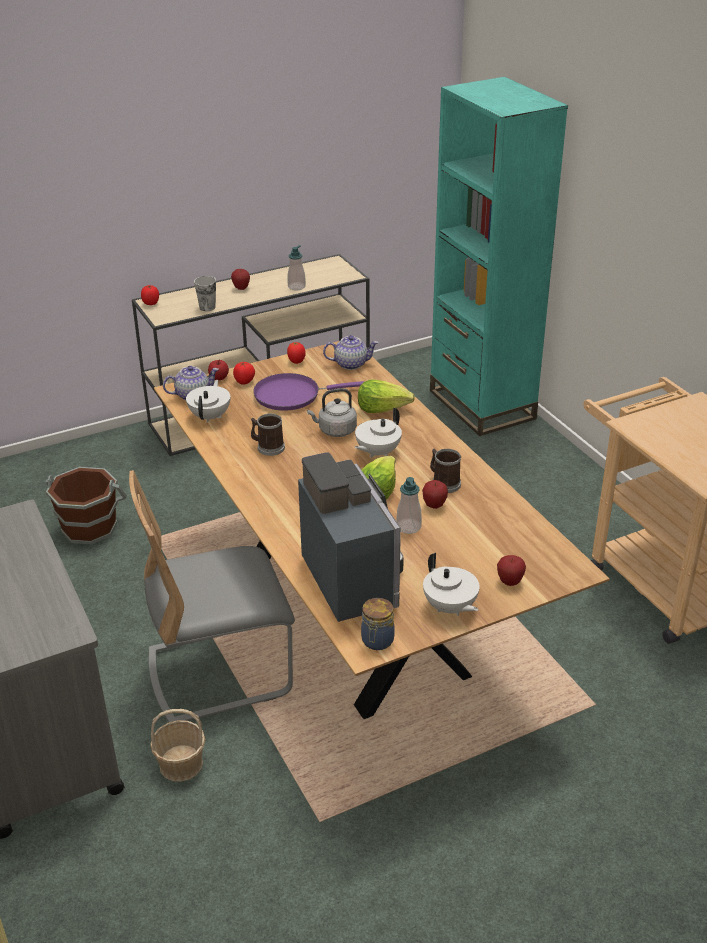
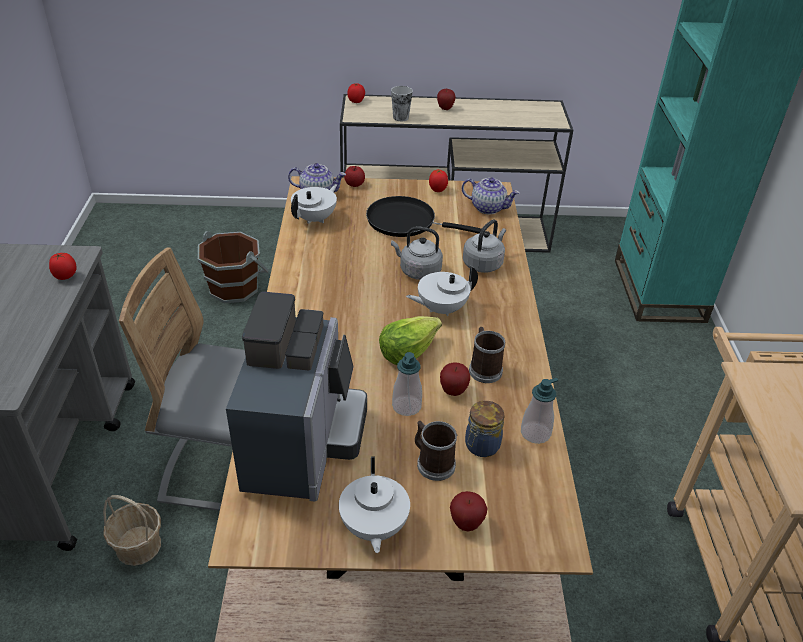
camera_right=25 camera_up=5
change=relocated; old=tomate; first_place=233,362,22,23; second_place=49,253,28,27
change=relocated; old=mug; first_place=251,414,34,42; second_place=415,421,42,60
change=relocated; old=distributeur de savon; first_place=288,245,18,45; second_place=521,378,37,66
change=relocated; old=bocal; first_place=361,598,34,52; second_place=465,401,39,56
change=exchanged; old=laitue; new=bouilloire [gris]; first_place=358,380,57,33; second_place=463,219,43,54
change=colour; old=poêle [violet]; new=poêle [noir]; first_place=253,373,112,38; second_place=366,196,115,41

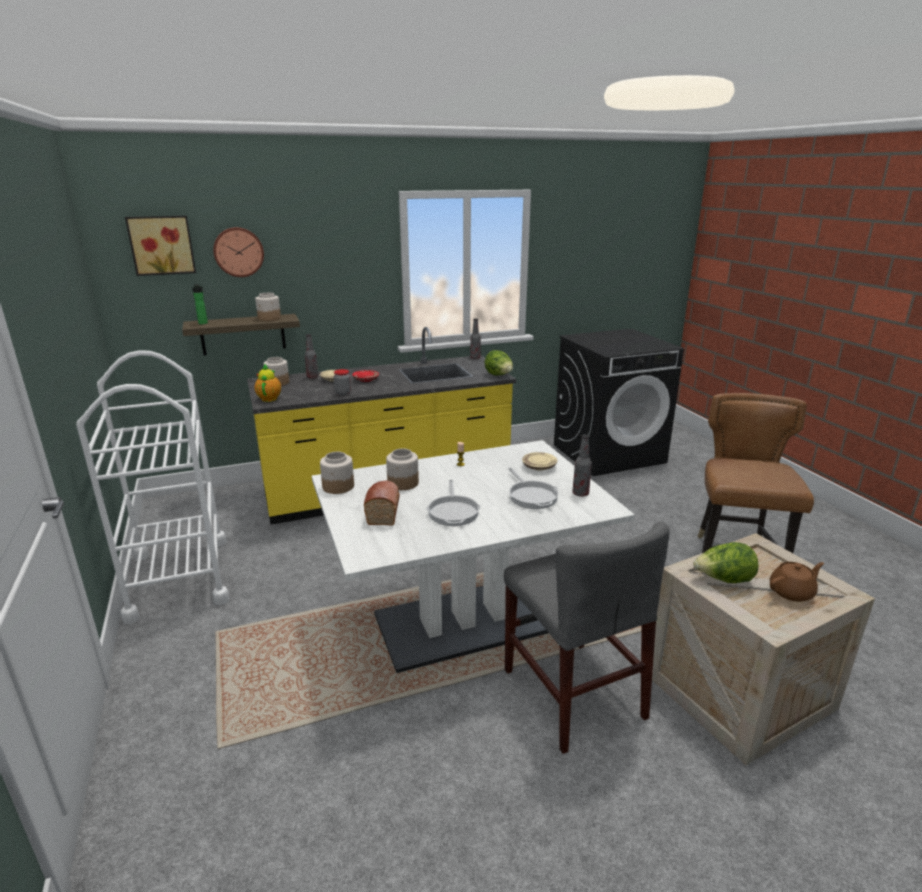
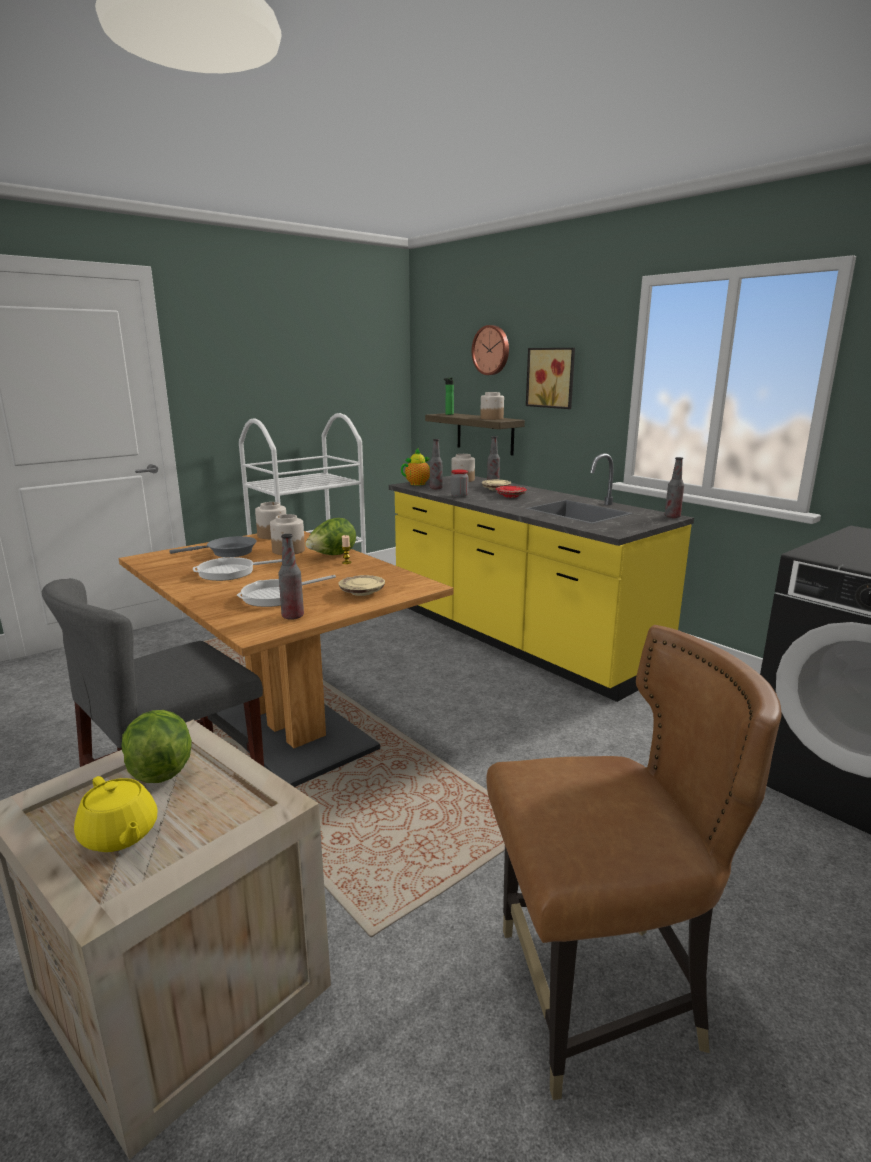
camera_right=70 camera_up=-5
change=appeared; new=bouteille; second_place=430,439,12,50
change=relocated; old=tableau; first_place=125,216,71,60; second_place=526,348,49,61
change=relocated; old=laitue; first_place=485,350,28,25; second_place=305,518,51,37
change=exchanged; old=pain; new=poêle [gris]; first_place=364,481,36,44; second_place=169,536,88,21
change=colour; old=table à manger [blanc]; new=table à manger [marron]; first_place=312,440,323,233; second_place=118,531,336,256
change=colour; old=théière [marron]; new=théière [jaune]; first_place=770,562,54,40; second_place=74,776,84,76

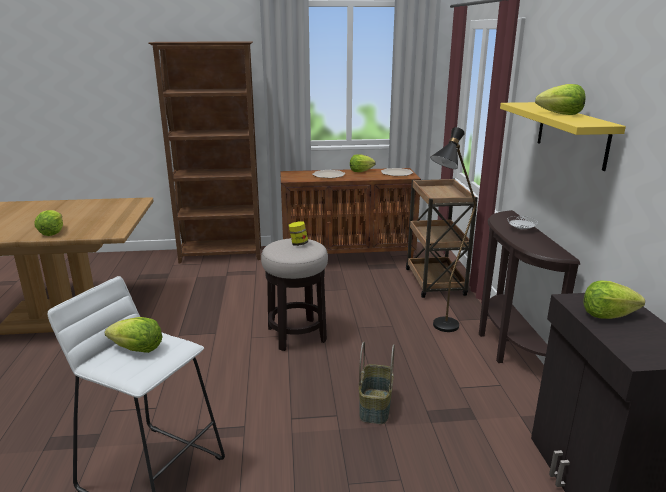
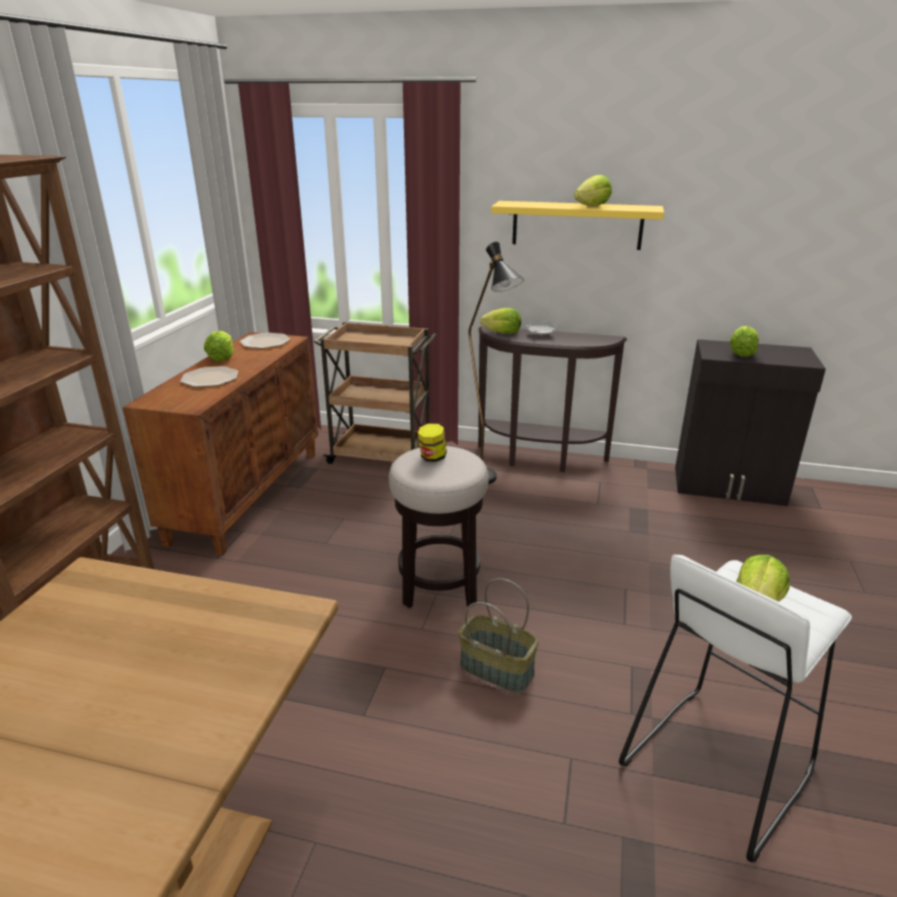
camera_right=-70 camera_up=5
change=relocated; old=laitue; first_place=35,210,28,26; second_place=480,308,41,26
change=relocated; old=panier; first_place=359,341,35,83; second_place=459,578,80,115

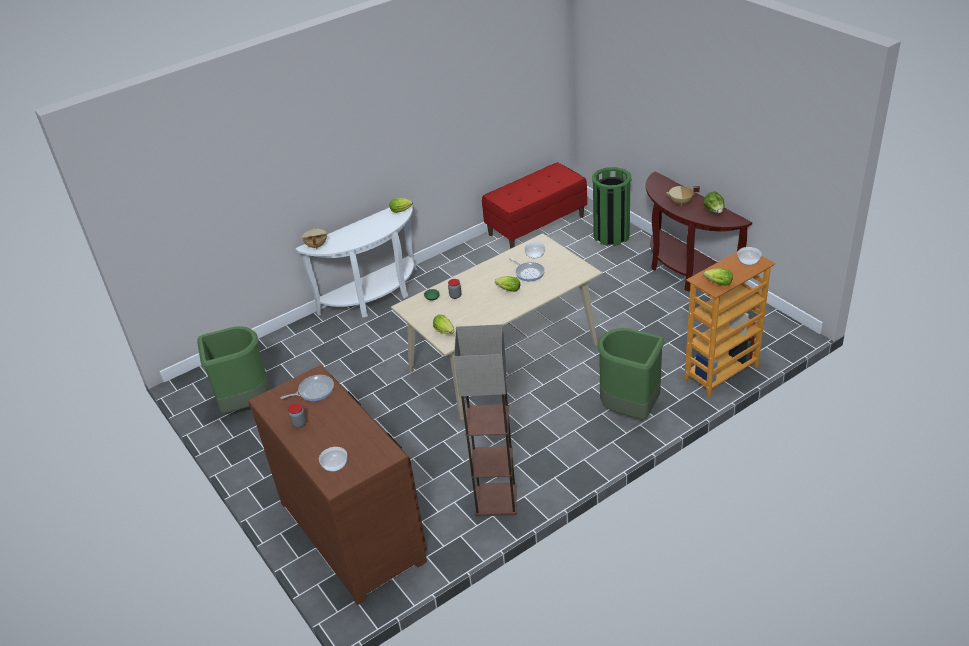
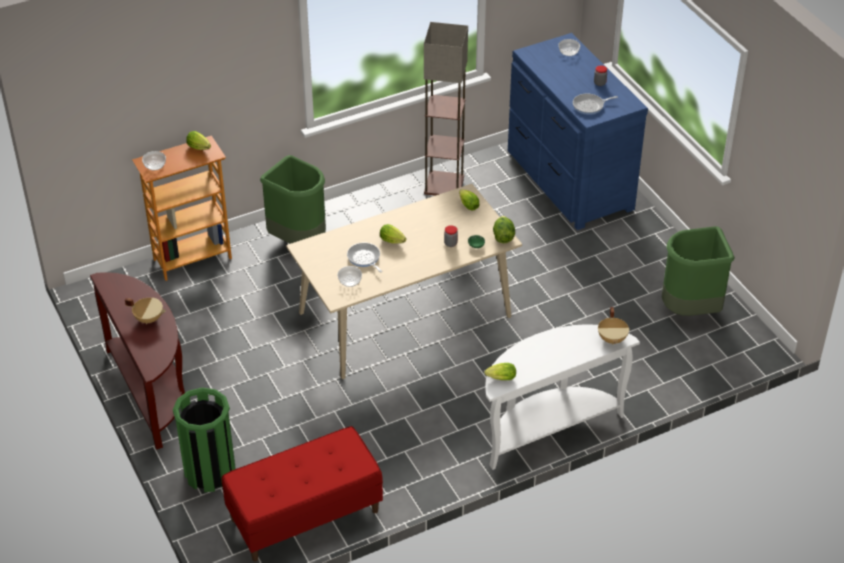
camera_right=-175 camera_up=5
change=relocated; old=laitue; first_place=704,191,21,22; second_place=493,216,22,27
change=colour; old=commode [marron]; new=commode [bleu]; first_place=248,365,179,240; second_place=508,33,140,197

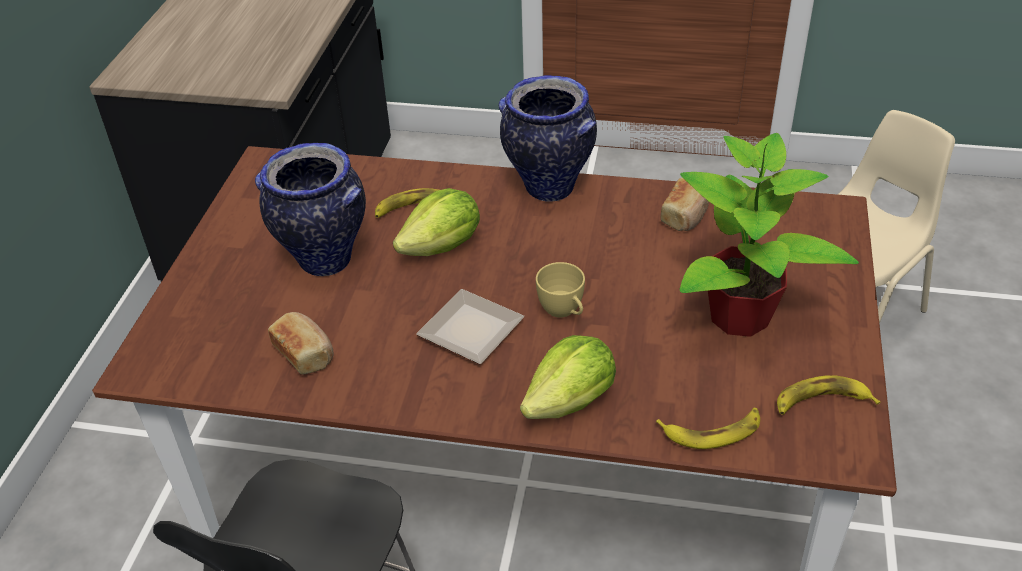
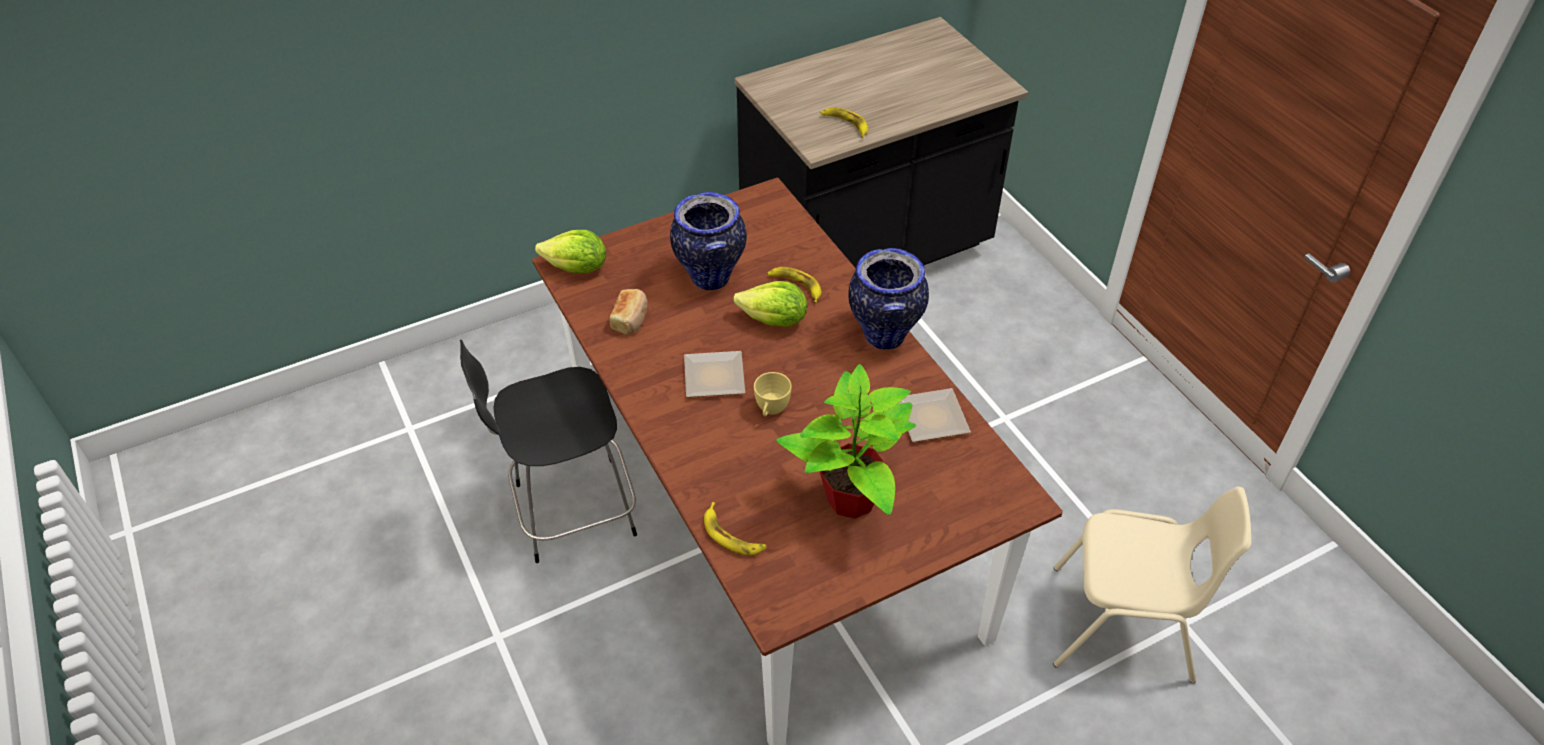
camera_right=50 camera_up=5
change=relocated; old=laitue; first_place=520,335,96,84; second_place=535,230,71,43
change=relocated; old=banane; first_place=777,375,104,40; second_place=820,107,48,31
change=exchanged; old=pain; new=assiette; first_place=661,178,48,53; second_place=898,388,73,54

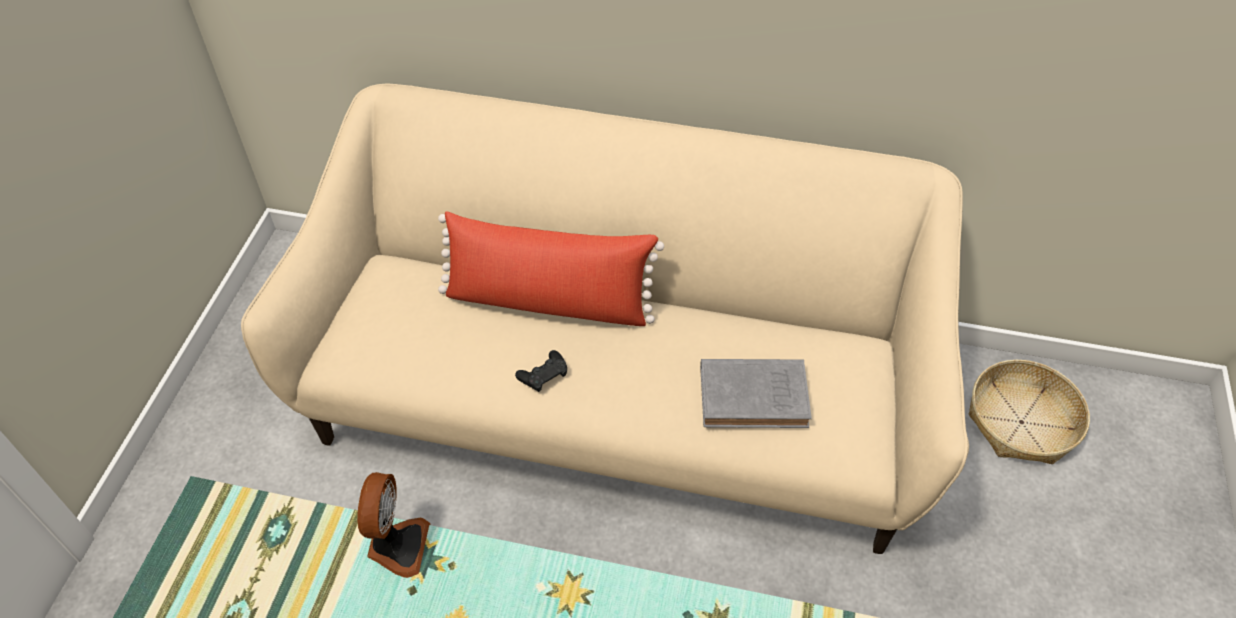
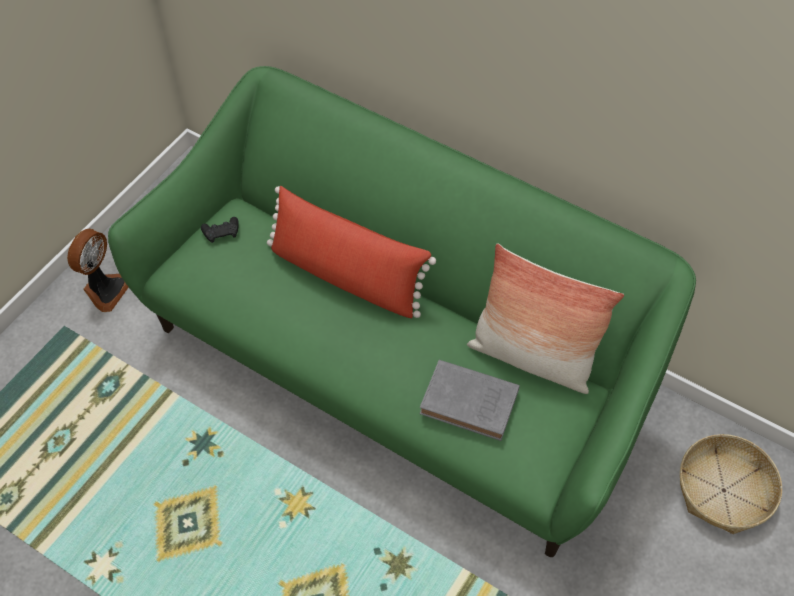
camera_right=20 camera_up=5
change=appeared; new=coussin; second_place=467,243,157,151
change=relocated; old=ventilateur; first_place=357,472,74,106; second_place=67,229,62,83
change=relocated; old=manette [noir]; first_place=515,350,52,42; second_place=201,217,38,26
change=colour; old=canapé [beige]; new=canapé [vert]; first_place=241,83,728,471; second_place=108,66,588,491

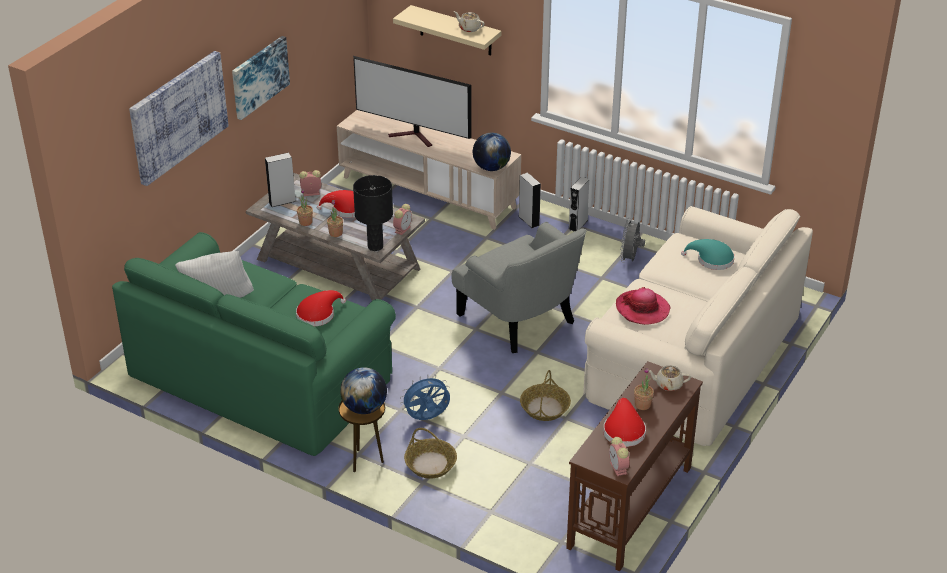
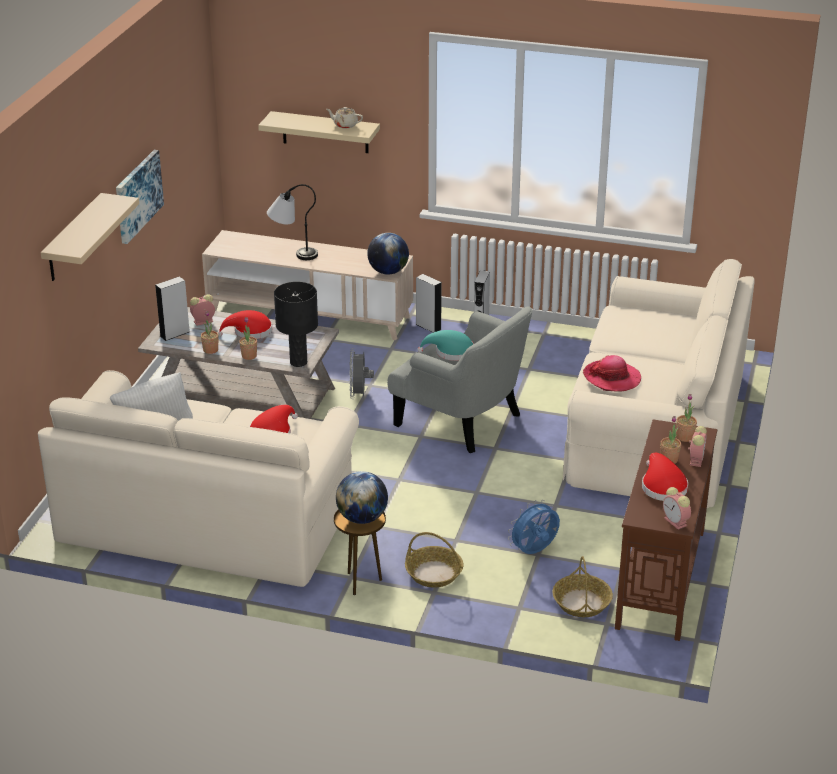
camera_right=-15 camera_up=-5
change=relocated; old=réveil; first_place=393,204,19,31; second_place=688,426,19,41
change=relocated; old=ventilateur [bleu]; first_place=400,375,50,45; second_place=508,500,52,54
change=relocated; old=panier; first_place=520,370,51,51; second_place=553,556,60,61
change=relocated; old=ventilateur [gris]; first_place=620,219,25,44; second_place=349,348,25,51
change=relocated; old=chapeau [turquoise]; first_place=681,239,54,31; second_place=417,330,57,31
change=exchanged; old=tableau; new=étagère [beige]; first_place=129,51,100,135; second_place=41,193,98,88
change=exchanged; old=téléviseur; new=lampe de table; first_place=353,56,119,91; second_place=267,184,51,76
change=exchanged; old=théière [beige]; new=plante en pot; first_place=649,365,42,26; second_place=676,394,21,48
change=colour; old=canapé [vert]; new=canapé [beige]; first_place=112,232,284,224; second_place=38,370,321,217

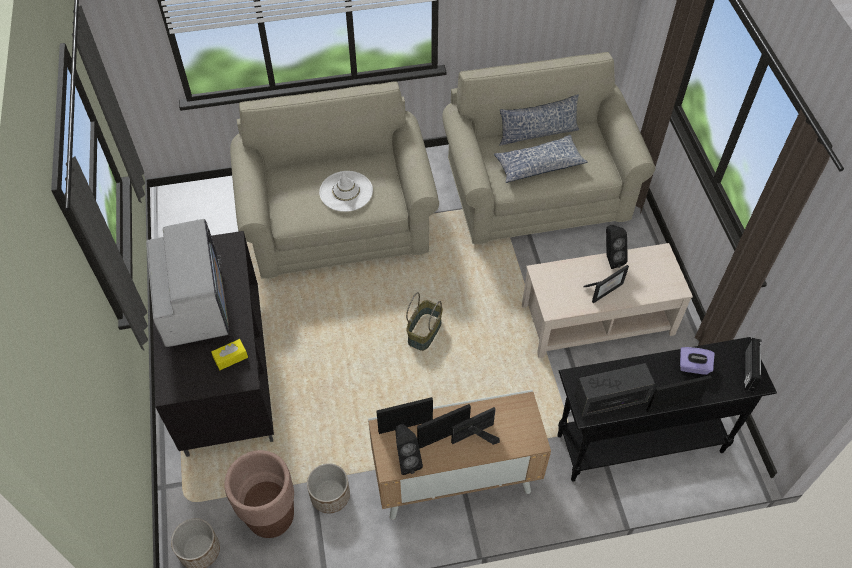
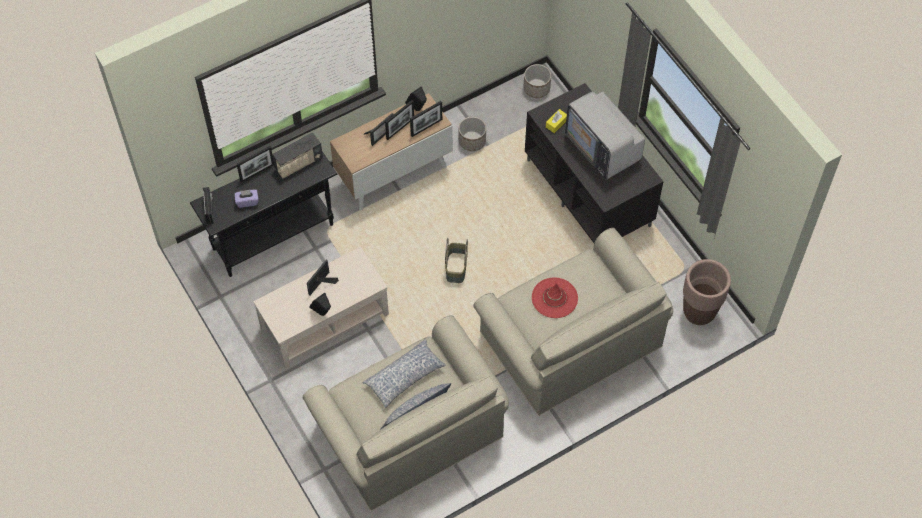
camera_right=160 camera_up=5
change=relocated; old=cache-pot [marron]; first_place=224,450,70,88; second_place=683,259,48,66
change=colour; old=chapeau [blanc]; new=chapeau [rouge]; first_place=319,171,54,41; second_place=532,277,46,41

